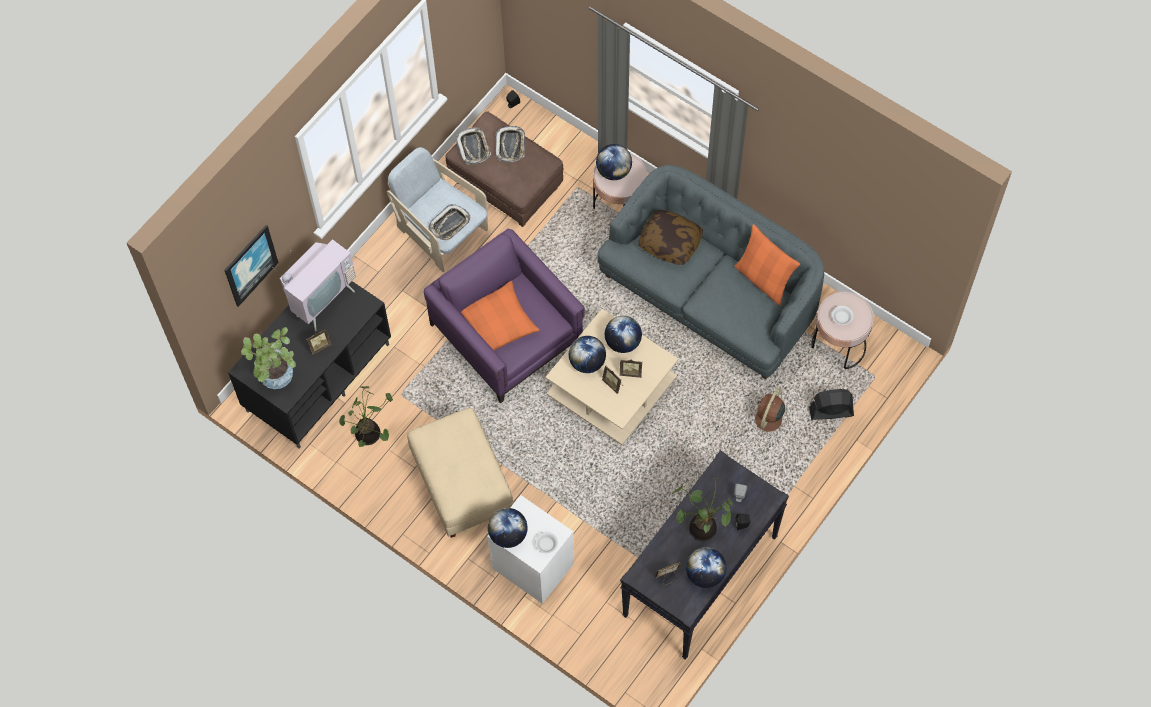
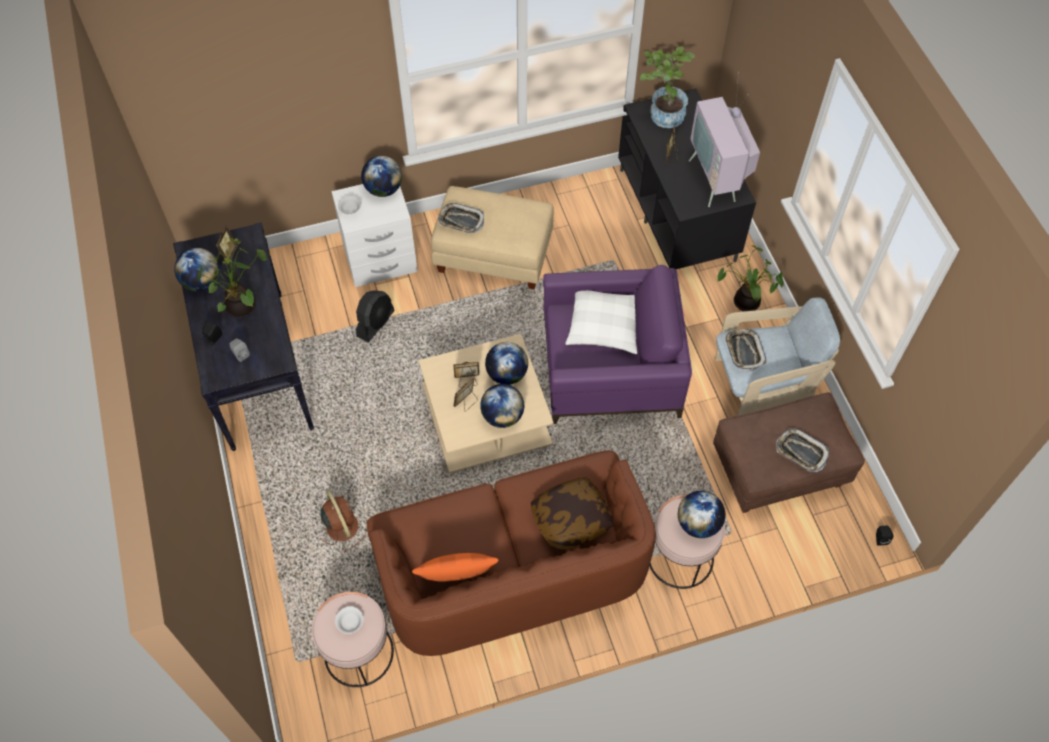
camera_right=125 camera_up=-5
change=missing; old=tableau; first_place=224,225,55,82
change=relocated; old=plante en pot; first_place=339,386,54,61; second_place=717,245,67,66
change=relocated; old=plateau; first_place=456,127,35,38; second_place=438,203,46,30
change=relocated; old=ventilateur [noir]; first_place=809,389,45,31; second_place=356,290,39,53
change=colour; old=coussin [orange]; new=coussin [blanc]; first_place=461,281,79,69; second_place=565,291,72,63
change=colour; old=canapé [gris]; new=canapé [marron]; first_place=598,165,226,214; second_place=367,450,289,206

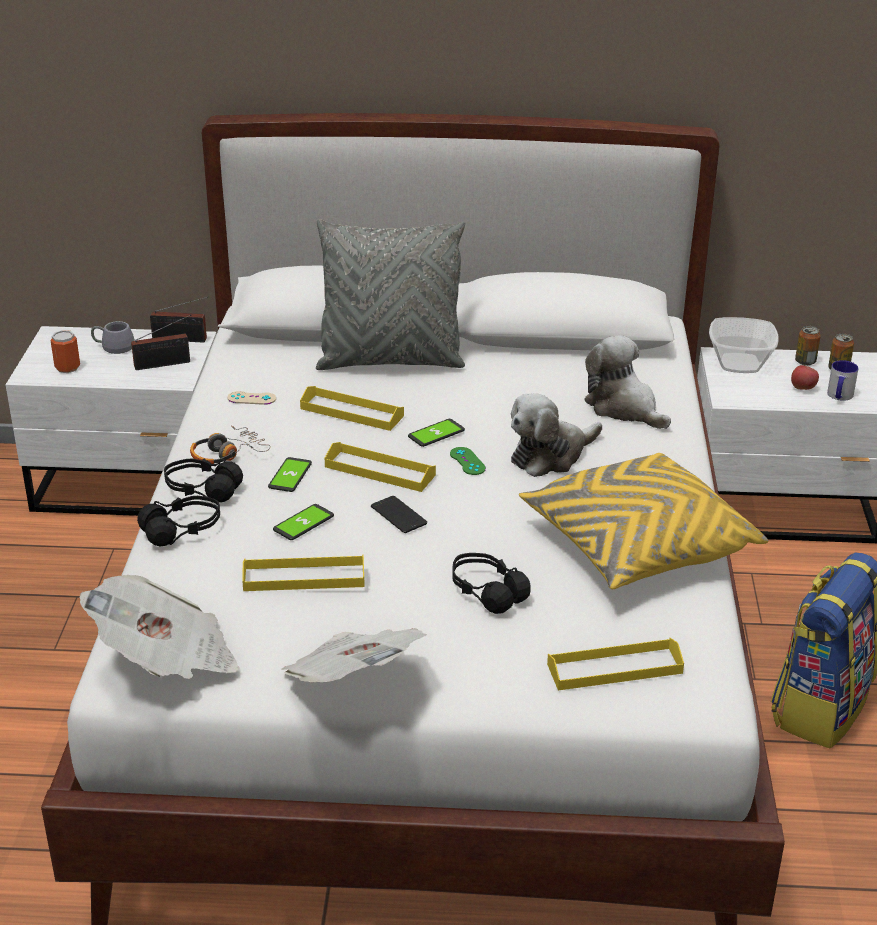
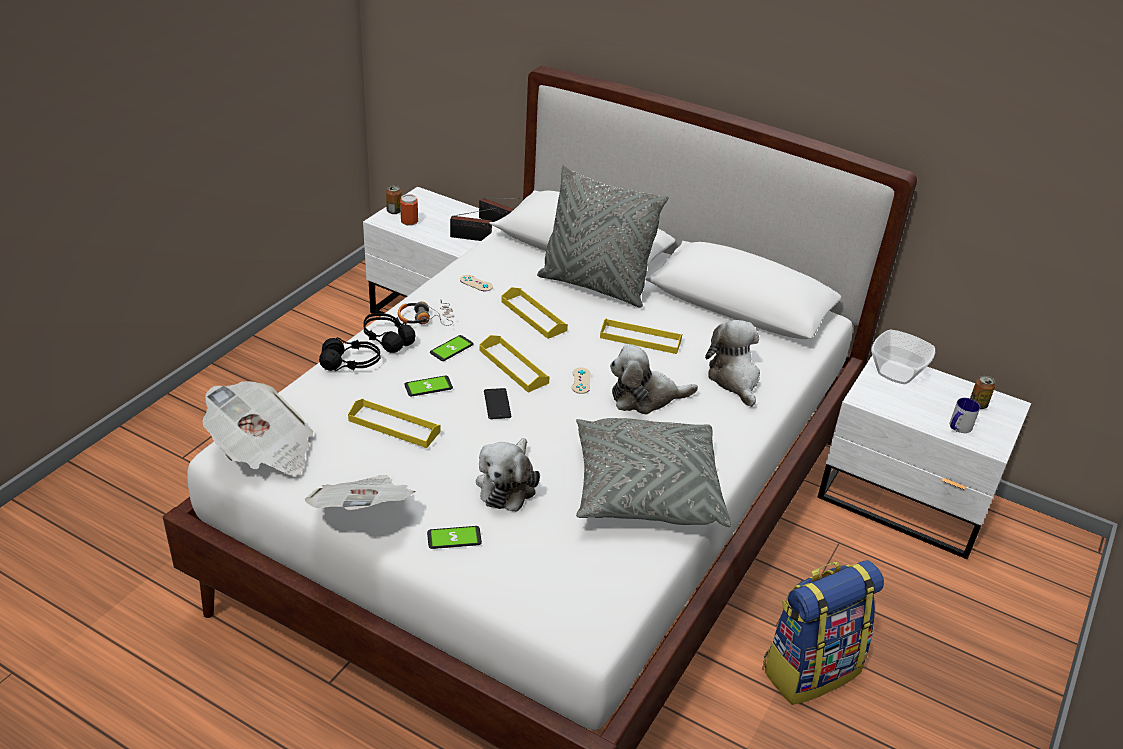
camera_right=25 camera_up=5
change=missing; old=mug [gris]; first_place=91,321,44,33
change=missing; old=pomme; first_place=791,365,28,25
change=relocated; old=téléphone; first_place=408,419,57,28; second_place=427,526,55,23
change=relocated; old=plateau [jaune]; first_place=547,638,137,53; second_place=600,318,82,36
change=relocated; old=boîte métallique; first_place=795,326,26,40; second_place=386,185,16,29
change=exchanged; old=casque audio [noir]; new=peluche; first_place=452,553,79,61; second_place=476,438,64,74
change=colour; old=manette [vert]; new=manette [beige]; first_place=450,447,36,28; second_place=572,368,18,26
change=colour; old=coussin [jaune]; new=coussin [gris]; first_place=519,453,249,136; second_place=576,418,155,109

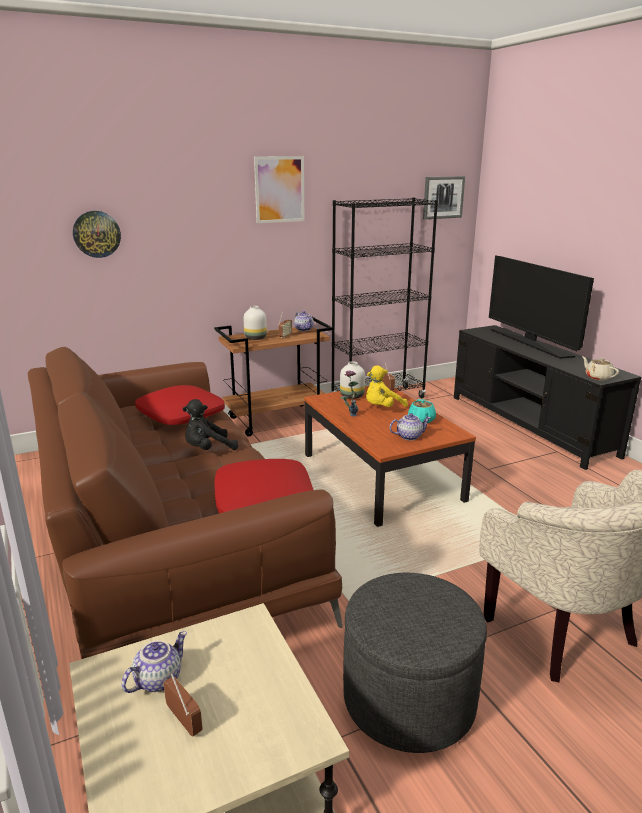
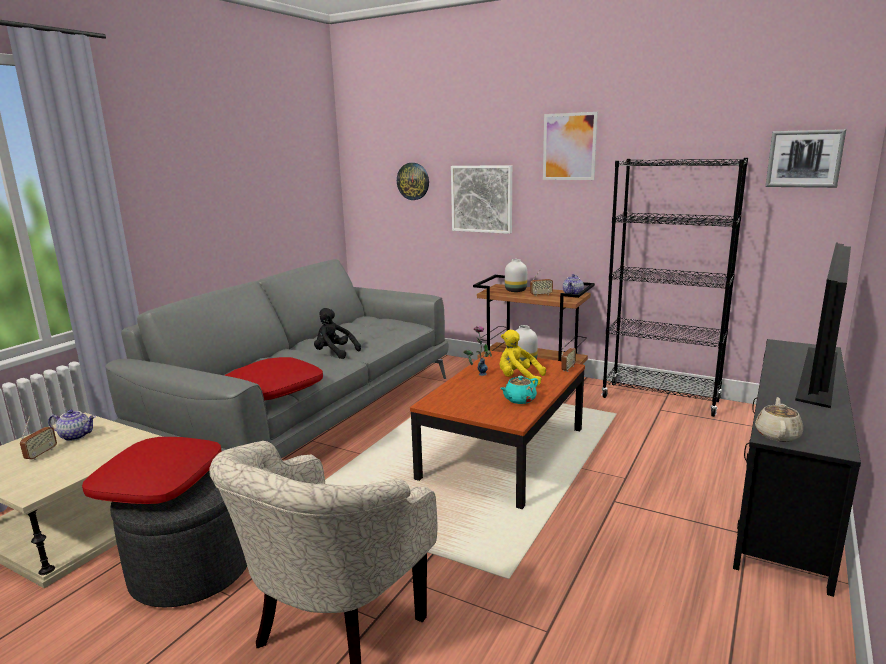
camera_right=55 camera_up=-5
change=missing; old=théière; first_place=390,413,41,28
change=appeared; new=tableau; second_place=451,165,61,69
change=relocated; old=coussin [rouge]; first_place=135,385,90,40; second_place=82,437,140,67
change=colour; old=canapé [marron]; new=canapé [gris]; first_place=28,347,315,312; second_place=105,259,344,200

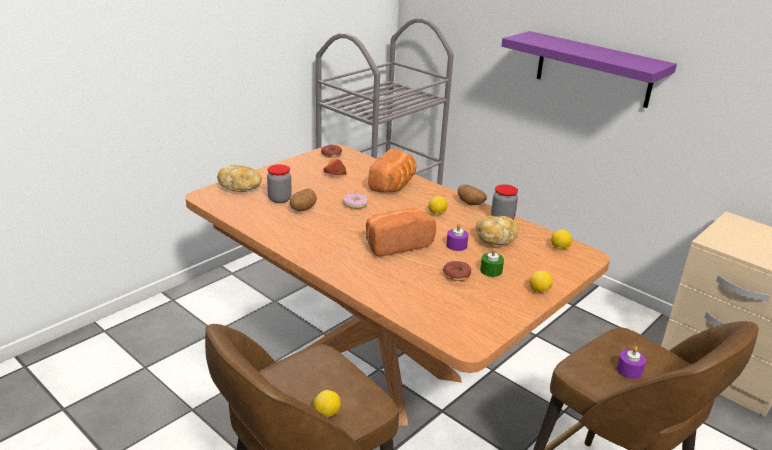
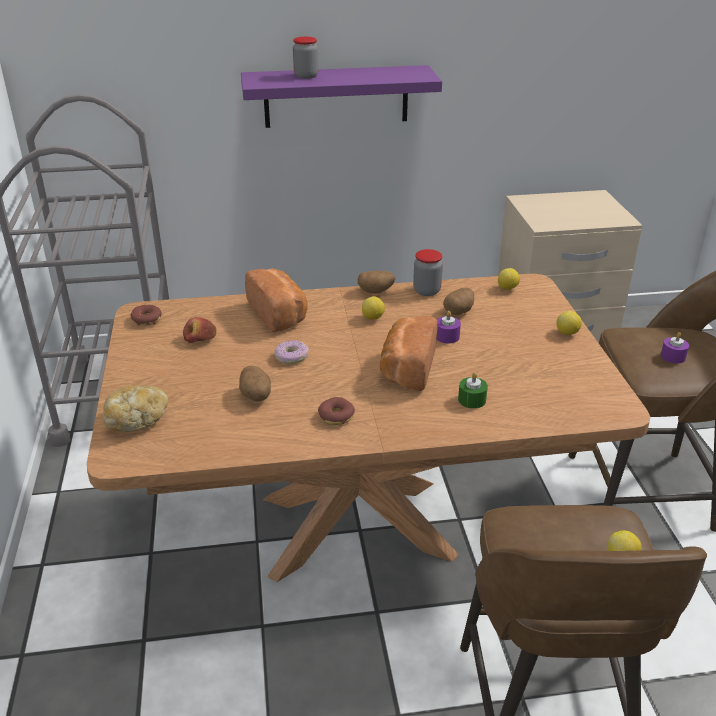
camera_right=-50 camera_up=5
change=relocated; old=bocal; first_place=267,164,25,39; second_place=293,37,26,42
change=relocated; old=beignet; first_place=443,261,28,20; second_place=318,397,37,28
change=relocated; old=bougie [vert]; first_place=480,248,24,29; second_place=458,372,30,37
change=exchanged; old=pain; new=pomme de terre; first_place=476,216,42,29; second_place=443,287,31,28

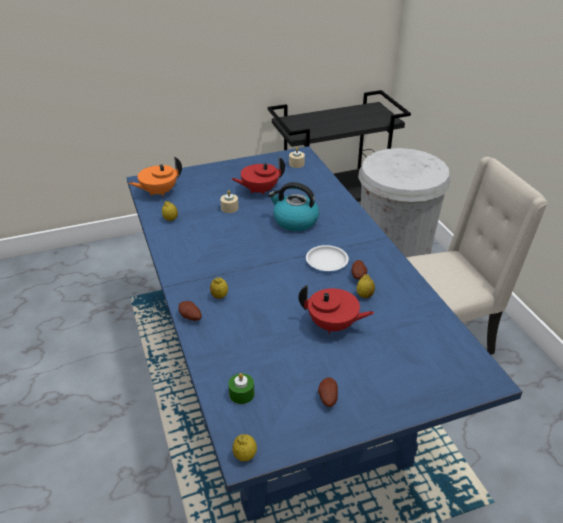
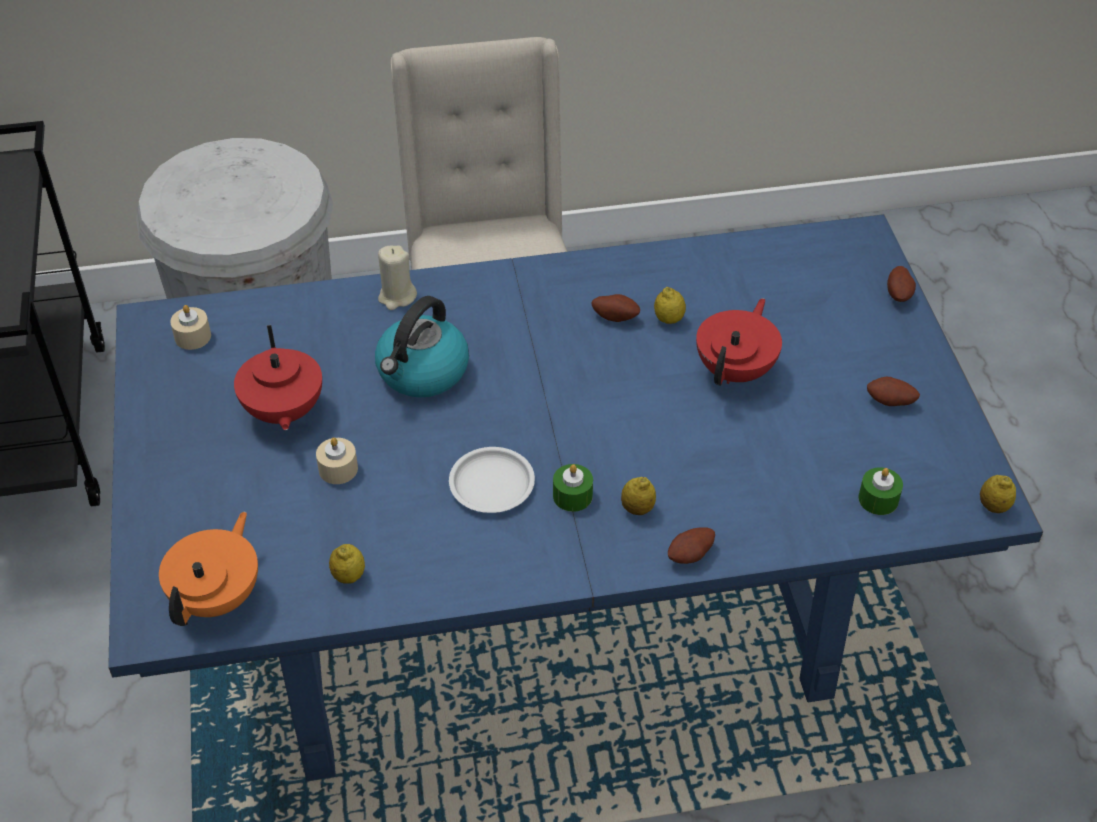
camera_right=-80 camera_up=10
change=appeared; new=bougie [beige]; second_place=378,245,39,65
change=appeared; new=bougie [vert]; second_place=553,464,40,48
change=appeared; new=pomme de terre; second_place=887,266,29,36
change=relocated; old=assiette [blanc]; first_place=306,245,43,26; second_place=449,447,86,66
change=spun; old=théière [orange]; first_place=129,157,53,39; second_place=159,512,99,114; degrees=-135

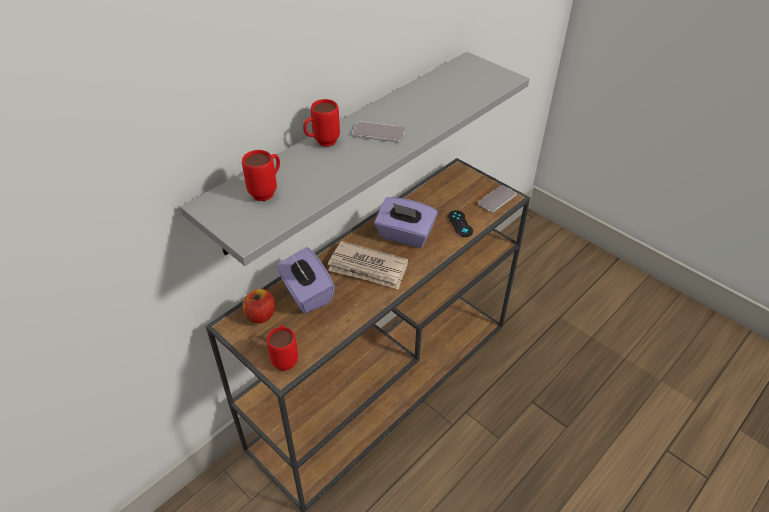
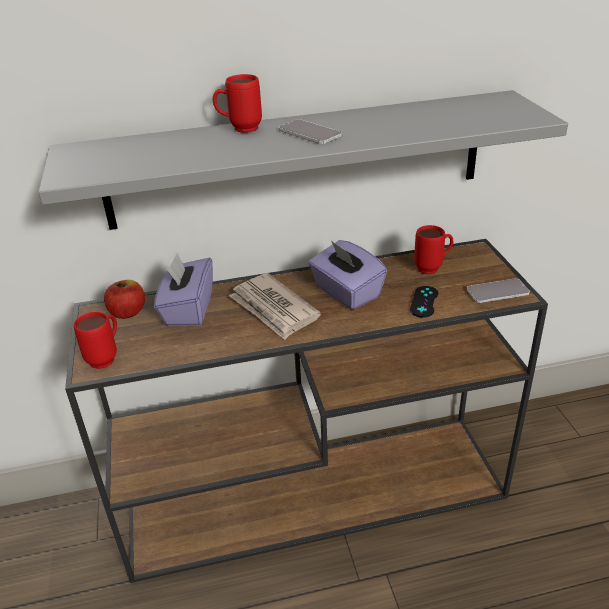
camera_right=35 camera_up=-10
change=relocated; old=mug [rouge]; first_place=242,150,38,51; second_place=414,225,39,49

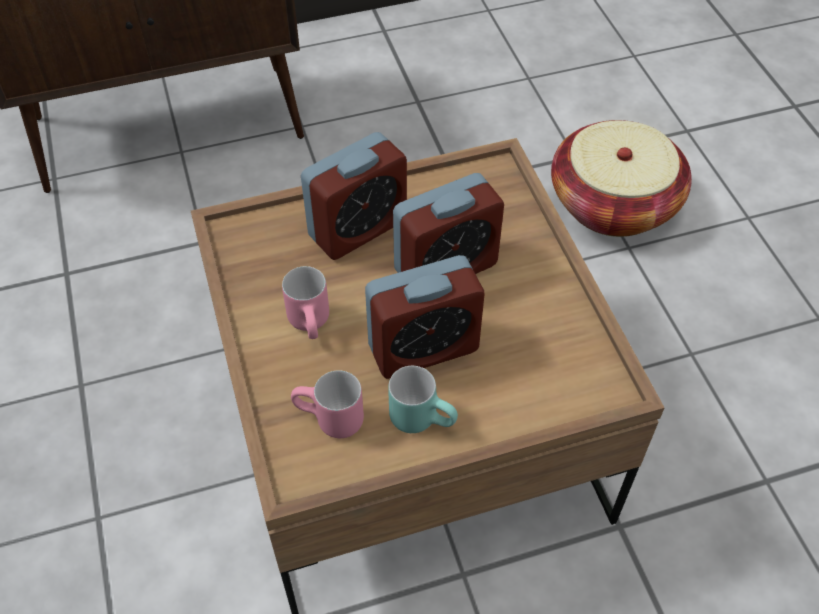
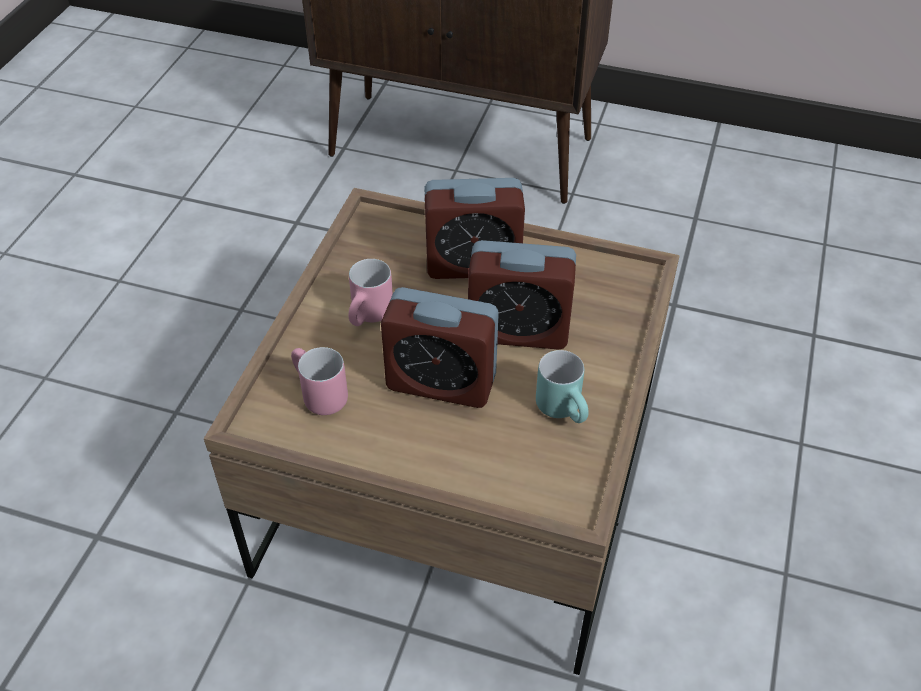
camera_right=35 camera_up=-5
change=missing; old=panier; first_place=551,120,141,117
change=relocated; old=mug [turquoise]; first_place=388,366,70,67; second_place=536,350,53,73

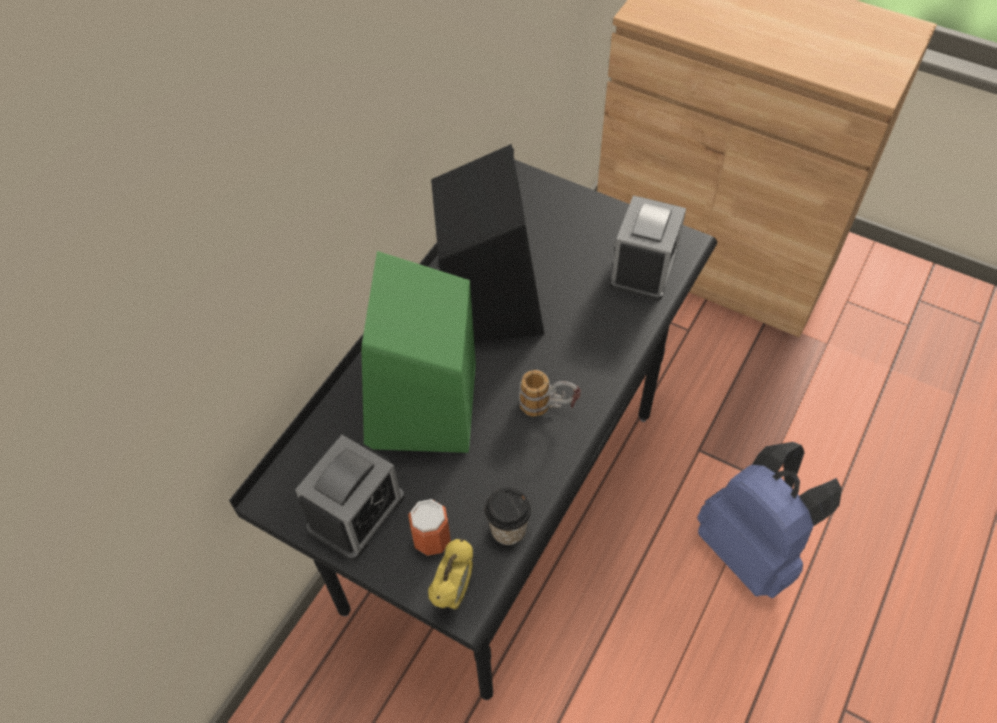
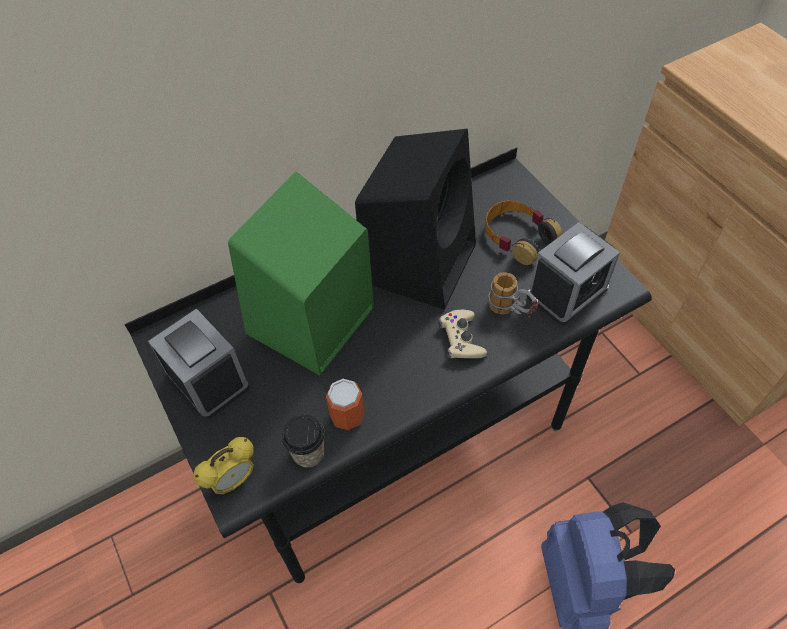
camera_right=30 camera_up=0
change=appeared; new=manette [beige]; second_place=438,310,49,48
change=appeared; new=casque audio; second_place=485,200,78,65
change=relocated; old=boîte métallique; first_place=408,499,43,57; second_place=326,379,39,51
change=relocated; old=mug; first_place=519,370,62,47; second_place=488,272,50,46
change=spun; old=réveil; first_place=295,435,109,126; second_place=148,309,101,111; degrees=-105

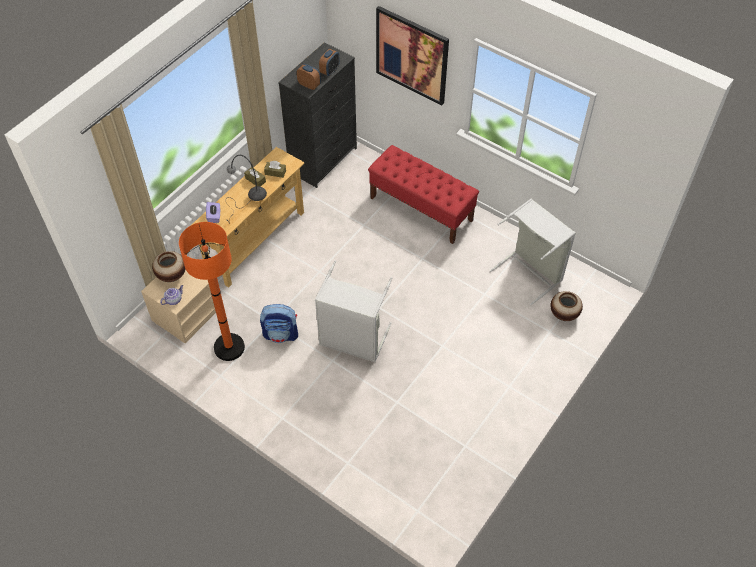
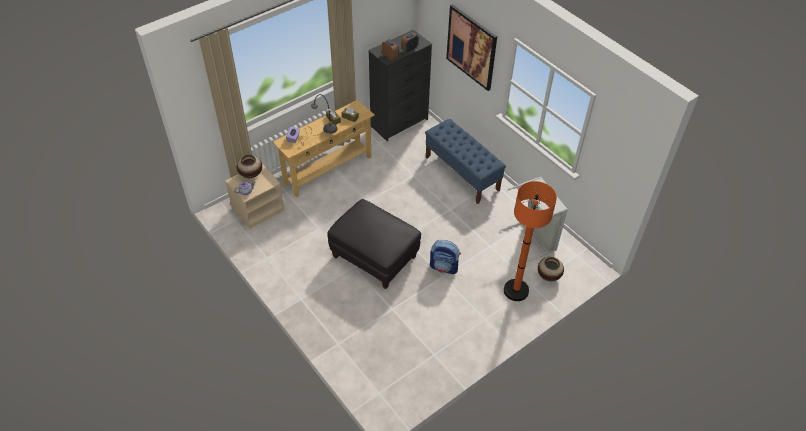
camera_right=15 camera_up=-5
change=relocated; old=lampadaire [orange]; first_place=179,222,66,139; second_place=504,181,53,120
change=relocated; old=sac à dos; first_place=260,304,38,39; second_place=430,240,31,35
change=exchanged; old=panier à linge [gris]; new=pouf [noir]; first_place=315,261,77,102; second_place=328,199,93,90
change=colour; old=banc [rouge]; new=banc [bleu]; first_place=368,145,111,99; second_place=425,119,81,85

